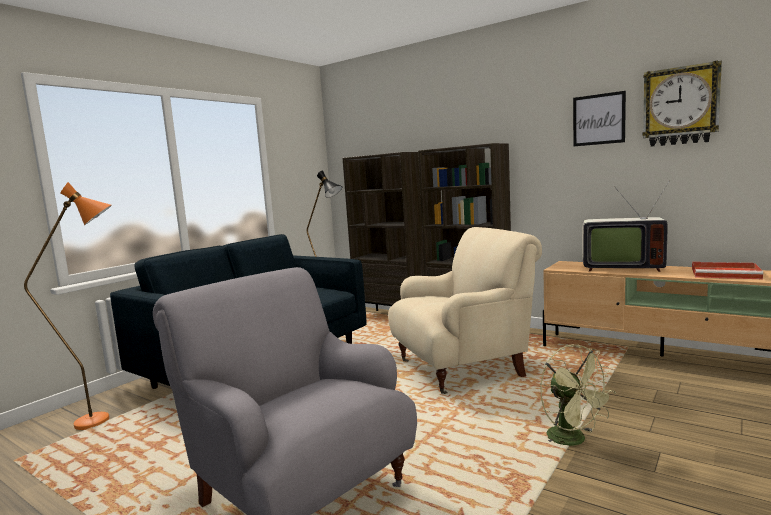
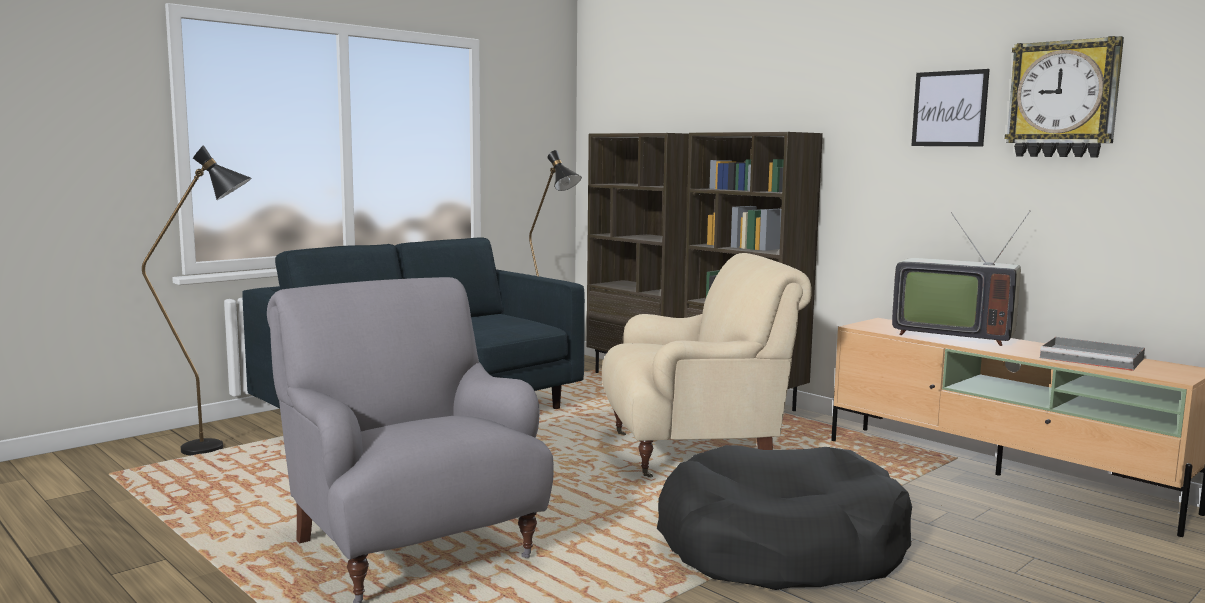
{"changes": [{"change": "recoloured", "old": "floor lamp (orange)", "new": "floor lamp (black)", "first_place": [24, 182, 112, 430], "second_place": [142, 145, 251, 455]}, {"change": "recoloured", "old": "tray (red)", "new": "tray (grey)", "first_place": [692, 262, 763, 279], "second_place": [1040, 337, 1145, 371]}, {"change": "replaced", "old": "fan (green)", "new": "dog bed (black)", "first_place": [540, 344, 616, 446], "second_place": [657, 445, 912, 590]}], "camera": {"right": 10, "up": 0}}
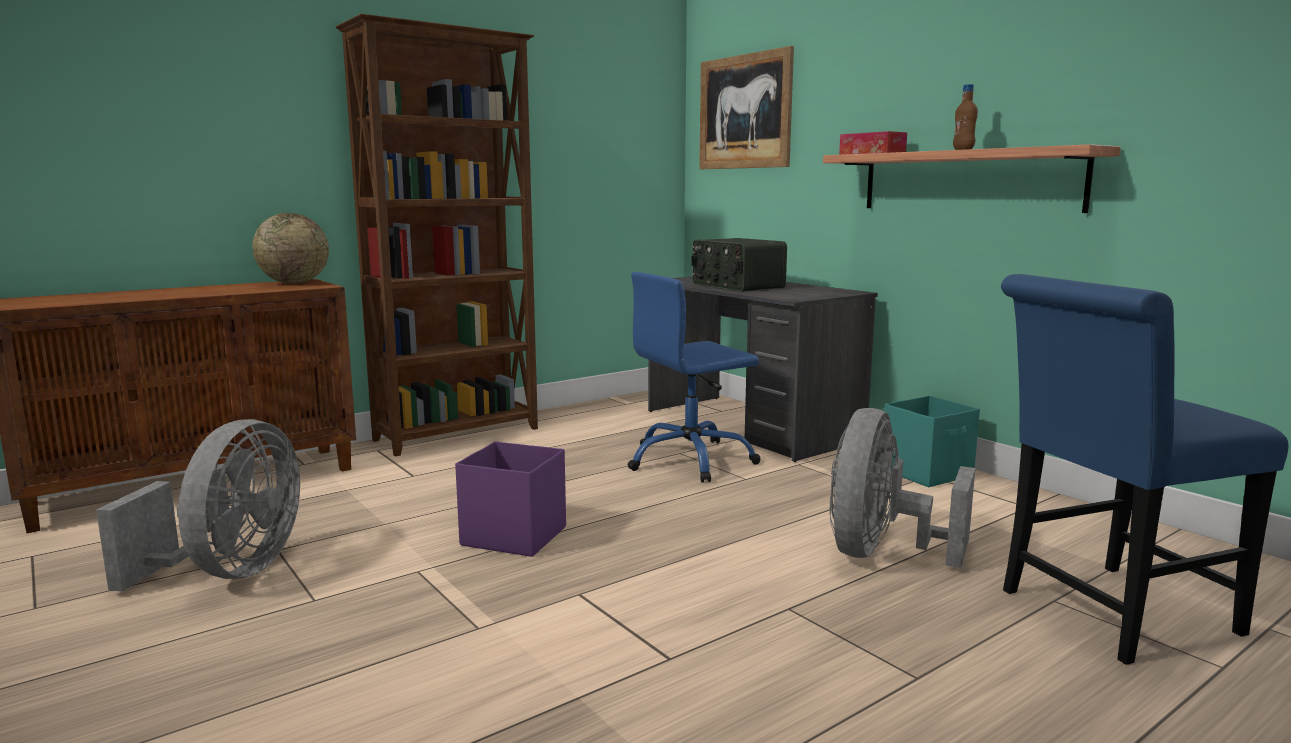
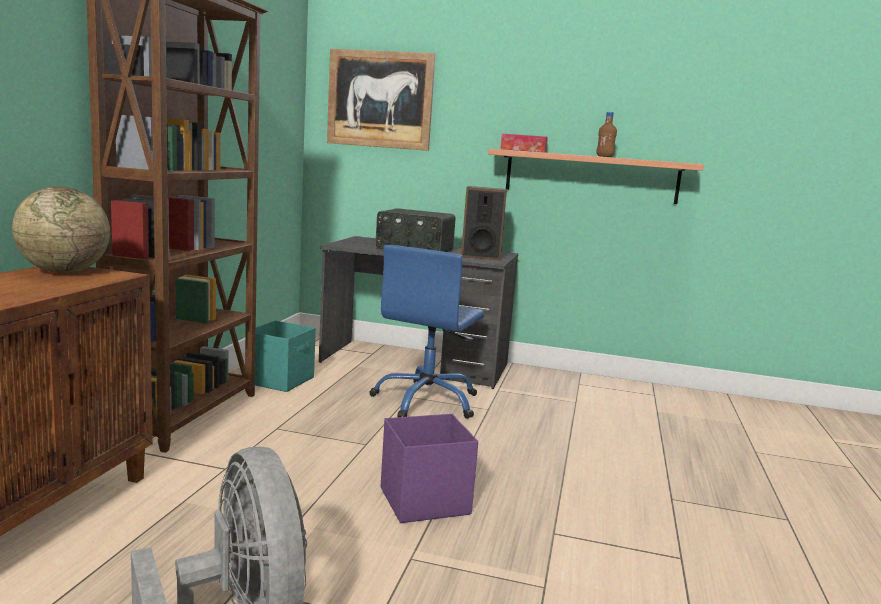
{"changes": [{"change": "removed", "old": "chair (blue)", "first_place": [1001, 274, 1288, 665]}, {"change": "moved", "old": "storage box (turquoise)", "first_place": [884, 396, 980, 487], "second_place": [245, 321, 316, 392]}, {"change": "removed", "old": "fan (grey)", "first_place": [830, 408, 975, 568]}, {"change": "added", "new": "speaker", "second_place": [461, 186, 507, 260]}], "camera": {"right": -40, "up": 0}}
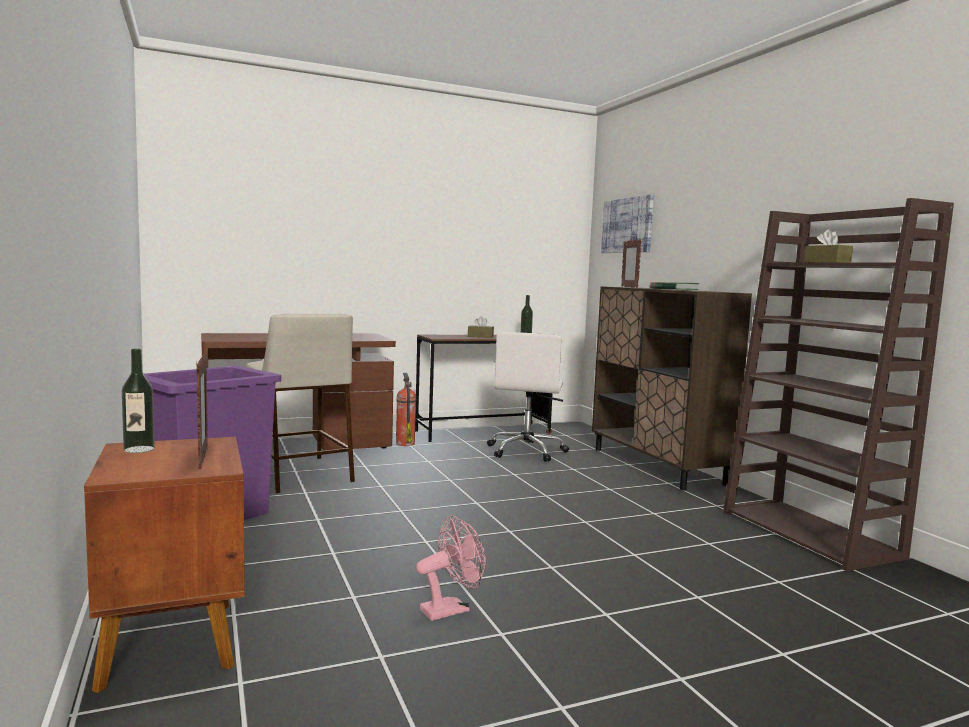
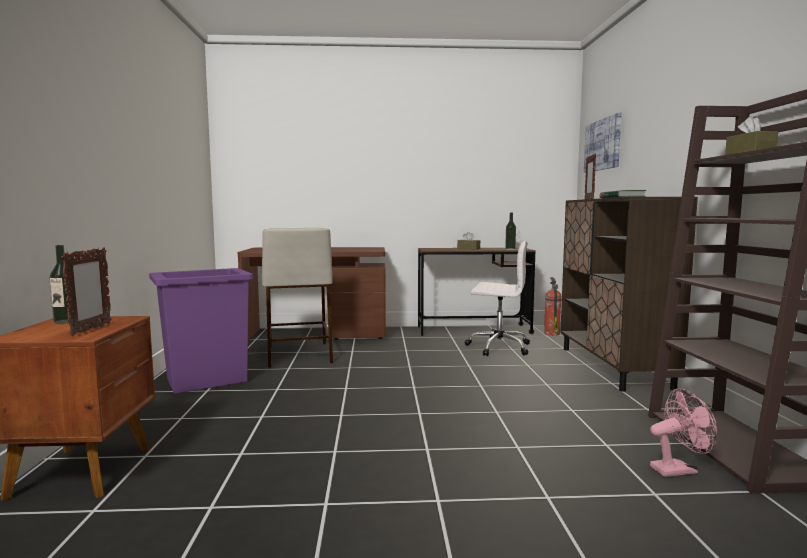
{"changes": [{"change": "turned", "old": "office chair (white)", "first_place": [487, 332, 569, 462], "second_place": [465, 241, 530, 356], "degrees": -105}, {"change": "moved", "old": "fire extinguisher", "first_place": [396, 373, 416, 446], "second_place": [544, 277, 561, 336]}, {"change": "moved", "old": "fan (pink)", "first_place": [416, 515, 486, 621], "second_place": [650, 388, 717, 477]}], "camera": {"right": 20, "up": 0}}
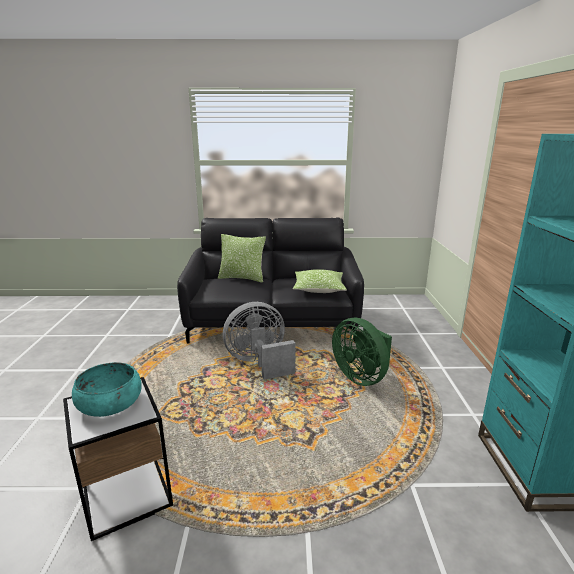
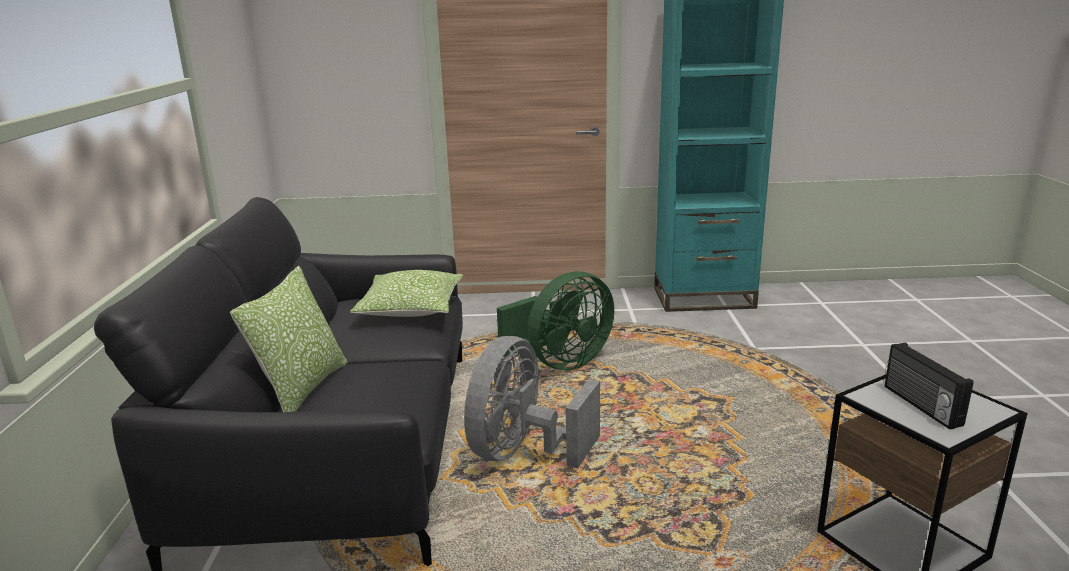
{"changes": [{"change": "turned", "old": "fan (grey)", "first_place": [223, 302, 296, 380], "second_place": [464, 336, 600, 468], "degrees": 45}, {"change": "replaced", "old": "bowl (turquoise)", "new": "radio", "first_place": [72, 362, 142, 417], "second_place": [885, 342, 973, 429]}], "camera": {"right": -90, "up": 0}}
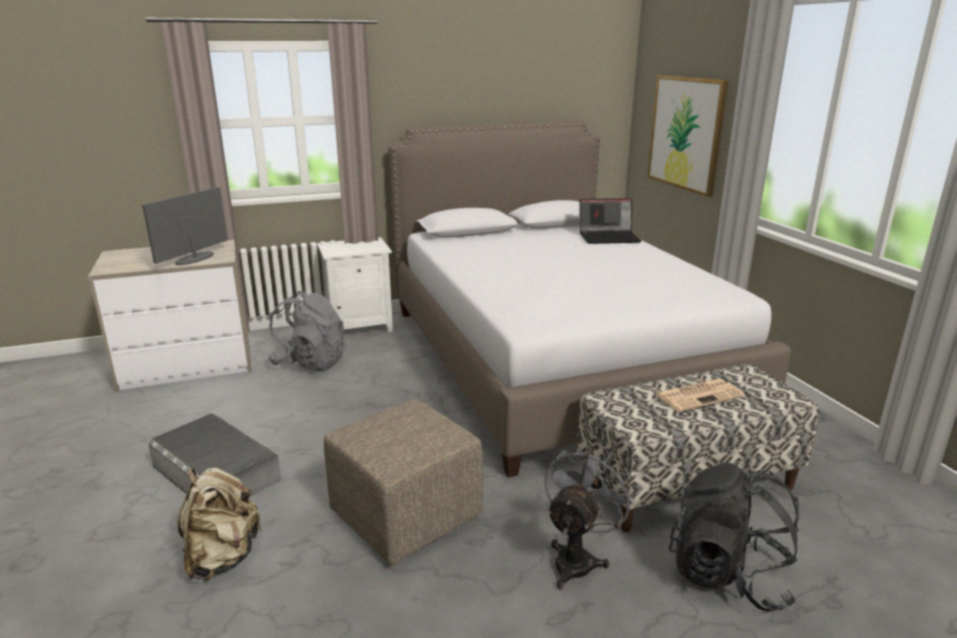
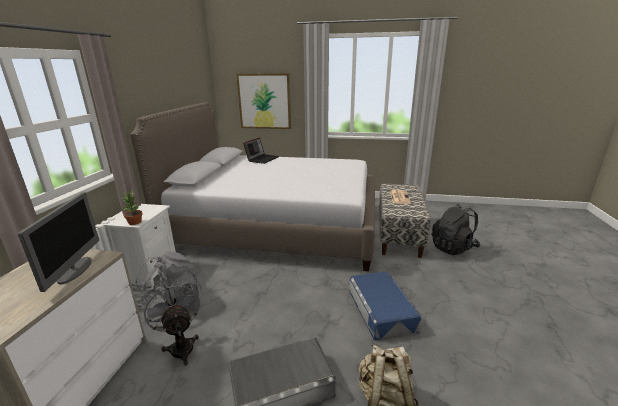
{"changes": [{"change": "turned", "old": "monitor", "first_place": [142, 187, 228, 265], "second_place": [18, 193, 99, 292], "degrees": -150}, {"change": "replaced", "old": "ottoman (beige)", "new": "storage box (blue)", "first_place": [324, 399, 483, 566], "second_place": [349, 271, 421, 341]}, {"change": "moved", "old": "fan (grey)", "first_place": [544, 444, 635, 590], "second_place": [144, 280, 200, 365]}, {"change": "added", "new": "potted plant", "second_place": [122, 190, 142, 225]}], "camera": {"right": -60, "up": 0}}
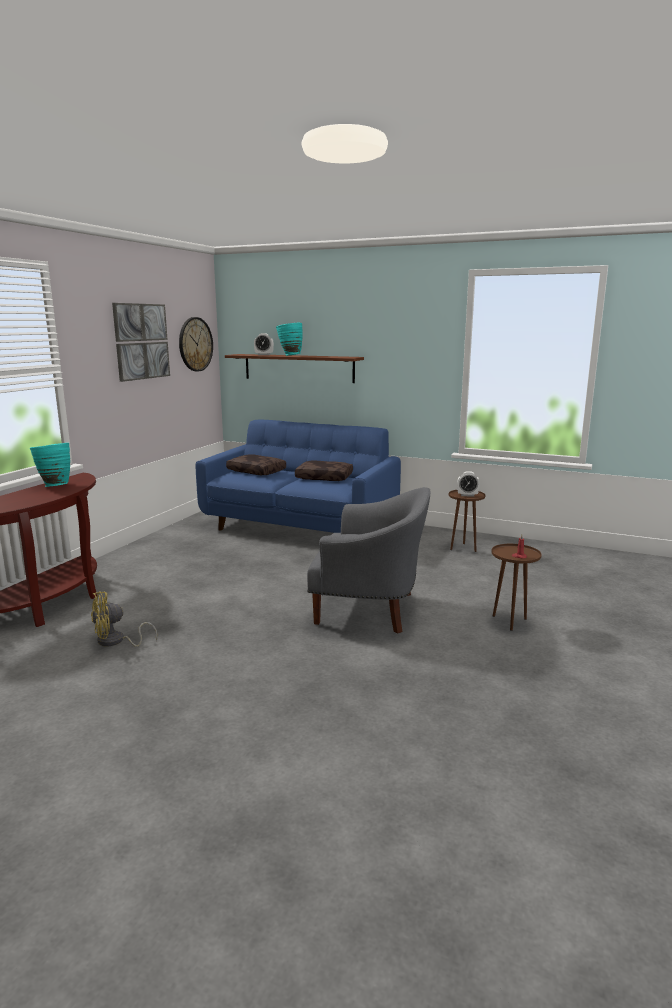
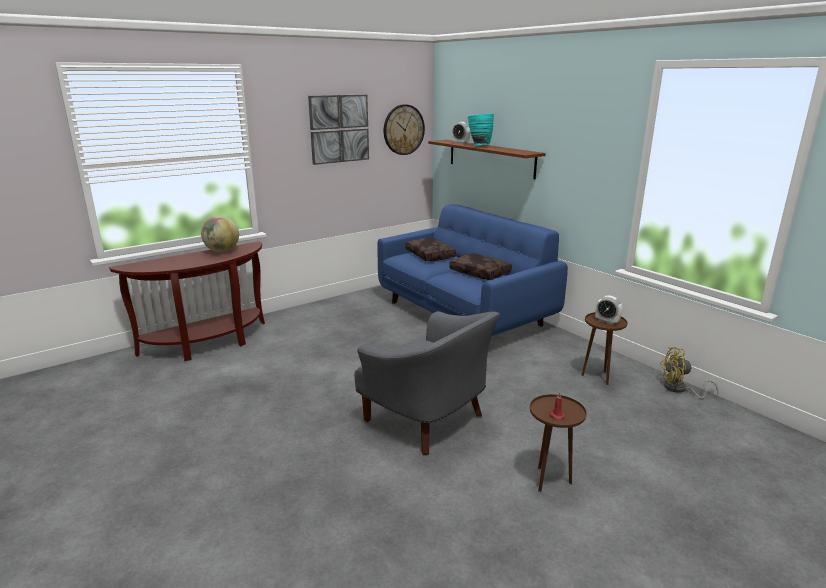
{"changes": [{"change": "replaced", "old": "vase (turquoise)", "new": "globe", "first_place": [30, 443, 70, 487], "second_place": [201, 216, 239, 252]}, {"change": "moved", "old": "fan (yellow)", "first_place": [91, 591, 157, 647], "second_place": [660, 347, 719, 399]}], "camera": {"right": 30, "up": 5}}
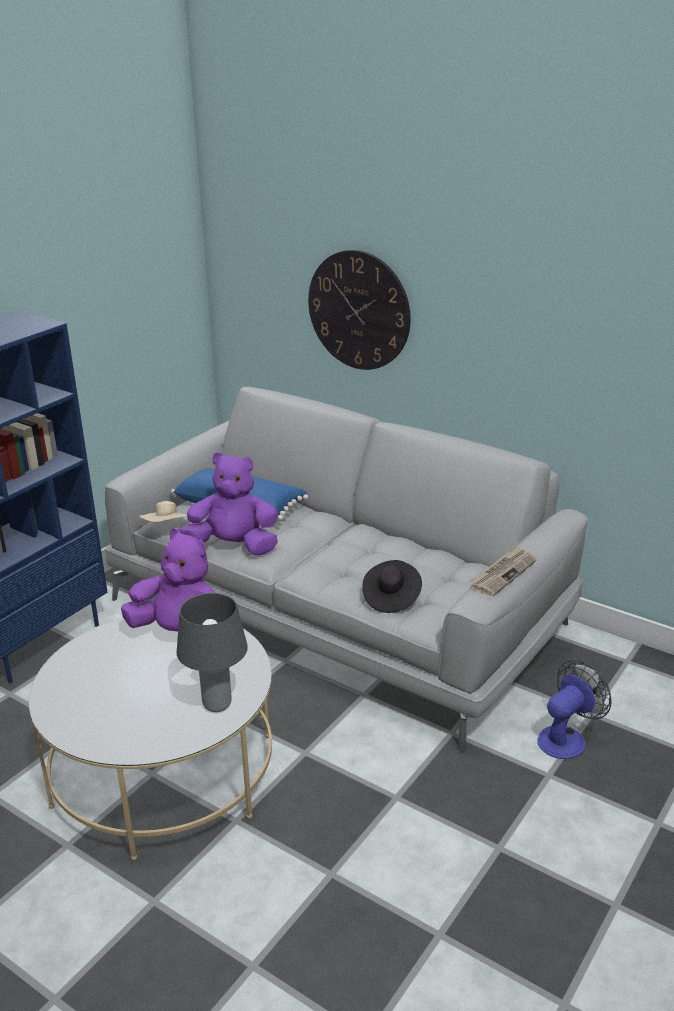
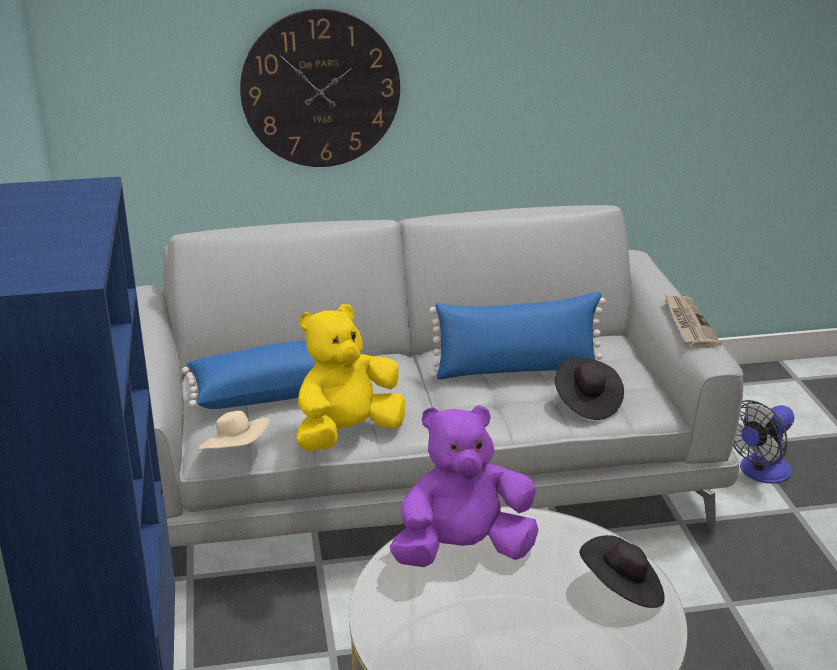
{"changes": [{"change": "recoloured", "old": "plush toy (purple)", "new": "plush toy (yellow)", "first_place": [179, 452, 278, 556], "second_place": [296, 304, 405, 451]}, {"change": "replaced", "old": "table lamp (grey)", "new": "hat (black)", "first_place": [177, 593, 248, 712], "second_place": [579, 535, 665, 608]}, {"change": "turned", "old": "fan", "first_place": [537, 660, 612, 759], "second_place": [733, 400, 794, 483], "degrees": -135}, {"change": "added", "new": "pillow (blue)", "second_place": [429, 292, 606, 379]}], "camera": {"right": -45, "up": 0}}
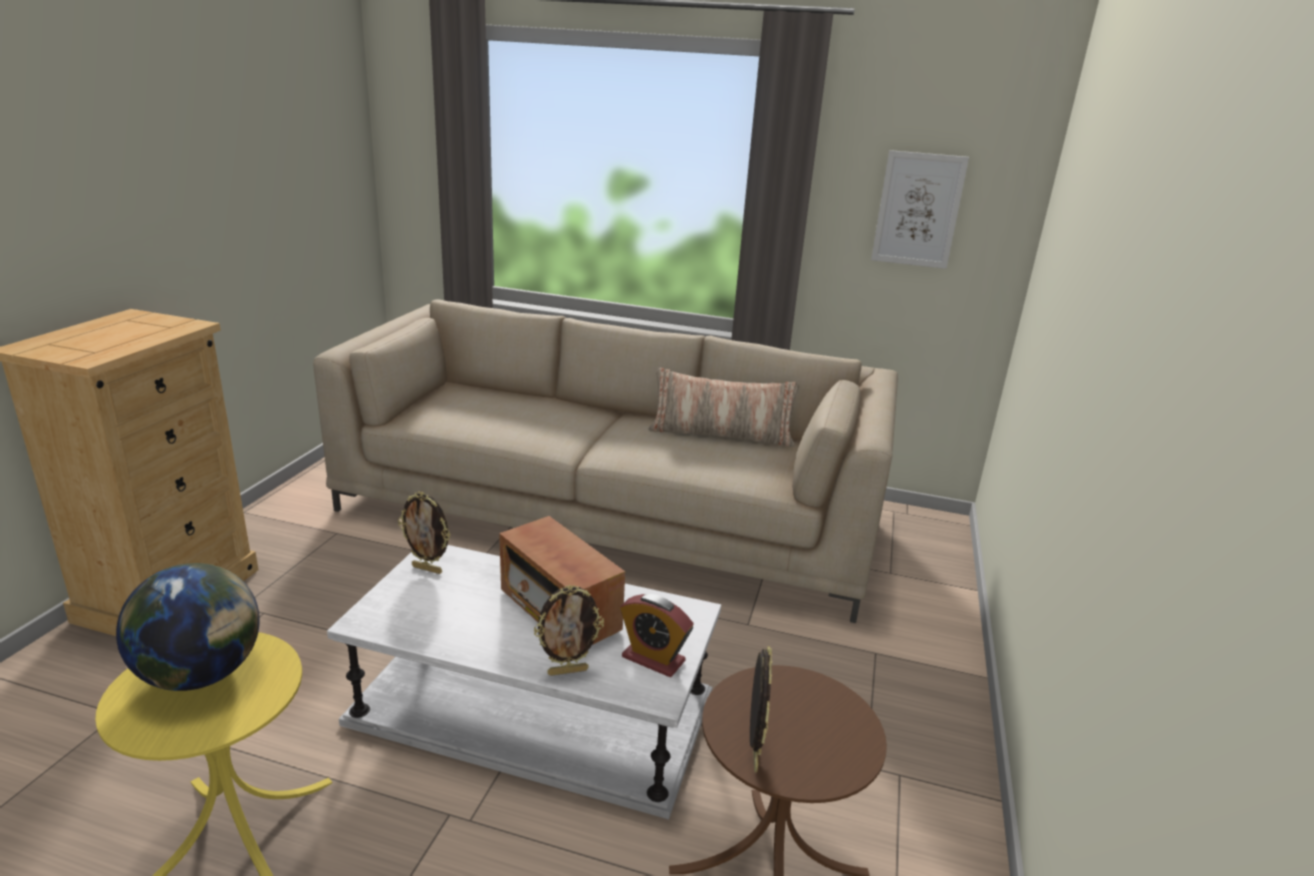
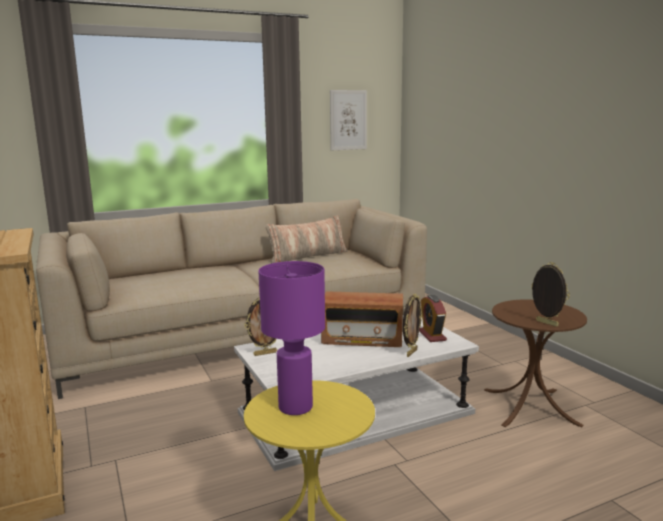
{"changes": [{"change": "replaced", "old": "globe", "new": "table lamp (purple)", "first_place": [116, 563, 260, 691], "second_place": [258, 261, 325, 415]}, {"change": "turned", "old": "alarm clock", "first_place": [620, 594, 694, 677], "second_place": [419, 295, 447, 342], "degrees": 90}], "camera": {"right": -40, "up": -10}}
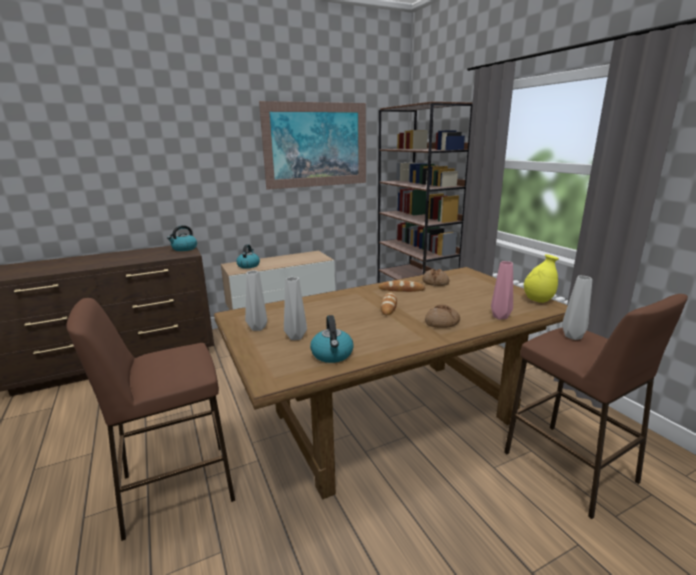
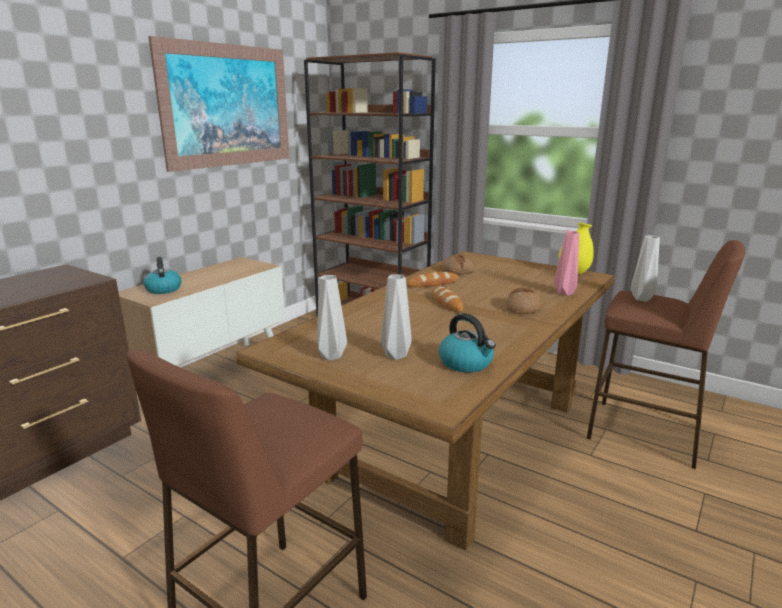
{"changes": [{"change": "removed", "old": "kettle", "first_place": [167, 225, 197, 251]}], "camera": {"right": -30, "up": 0}}
